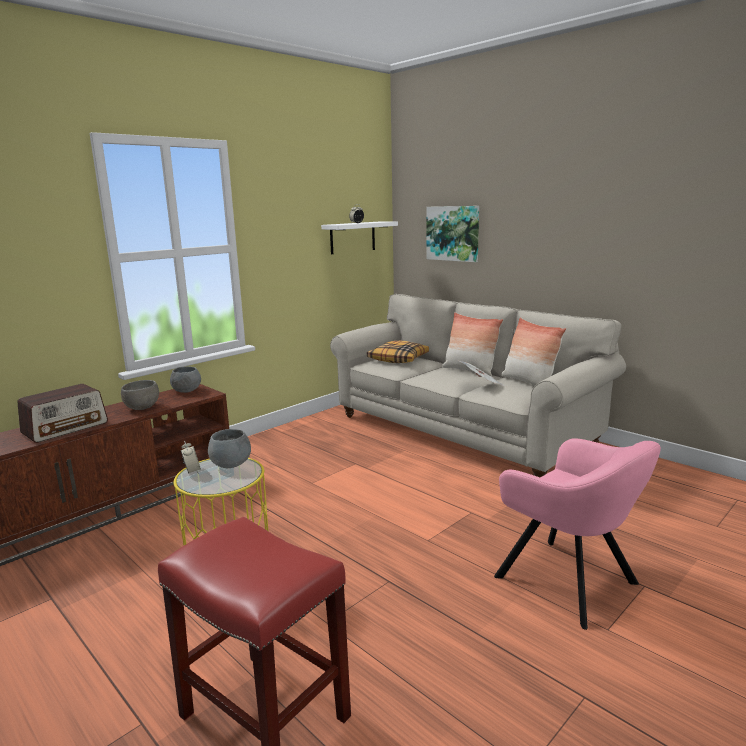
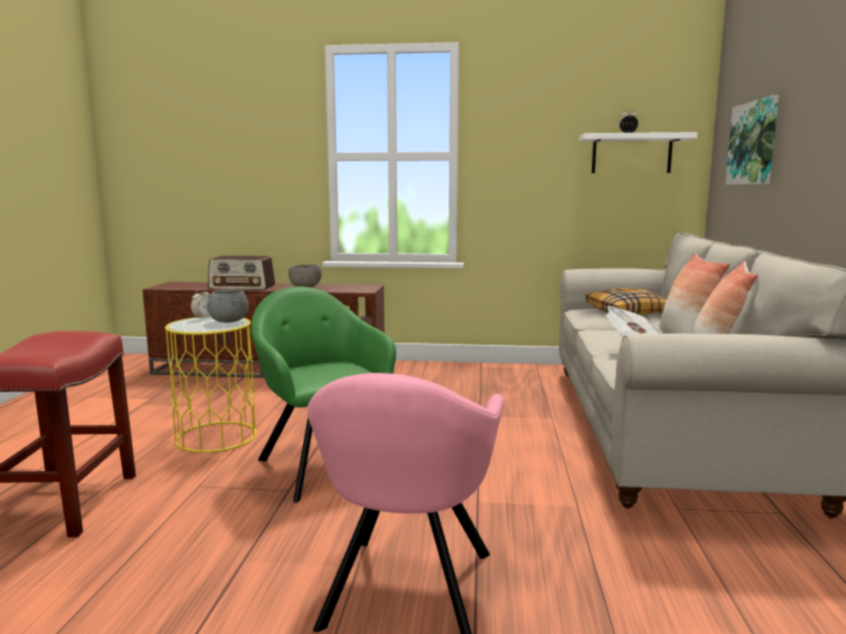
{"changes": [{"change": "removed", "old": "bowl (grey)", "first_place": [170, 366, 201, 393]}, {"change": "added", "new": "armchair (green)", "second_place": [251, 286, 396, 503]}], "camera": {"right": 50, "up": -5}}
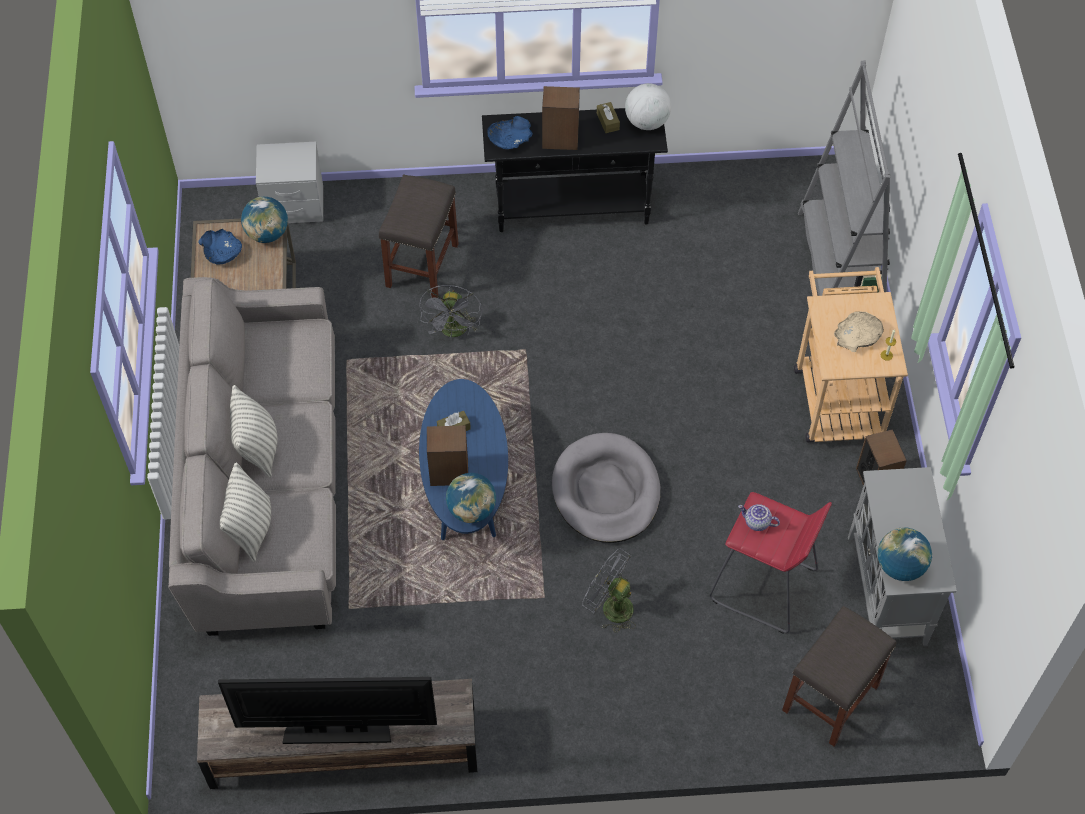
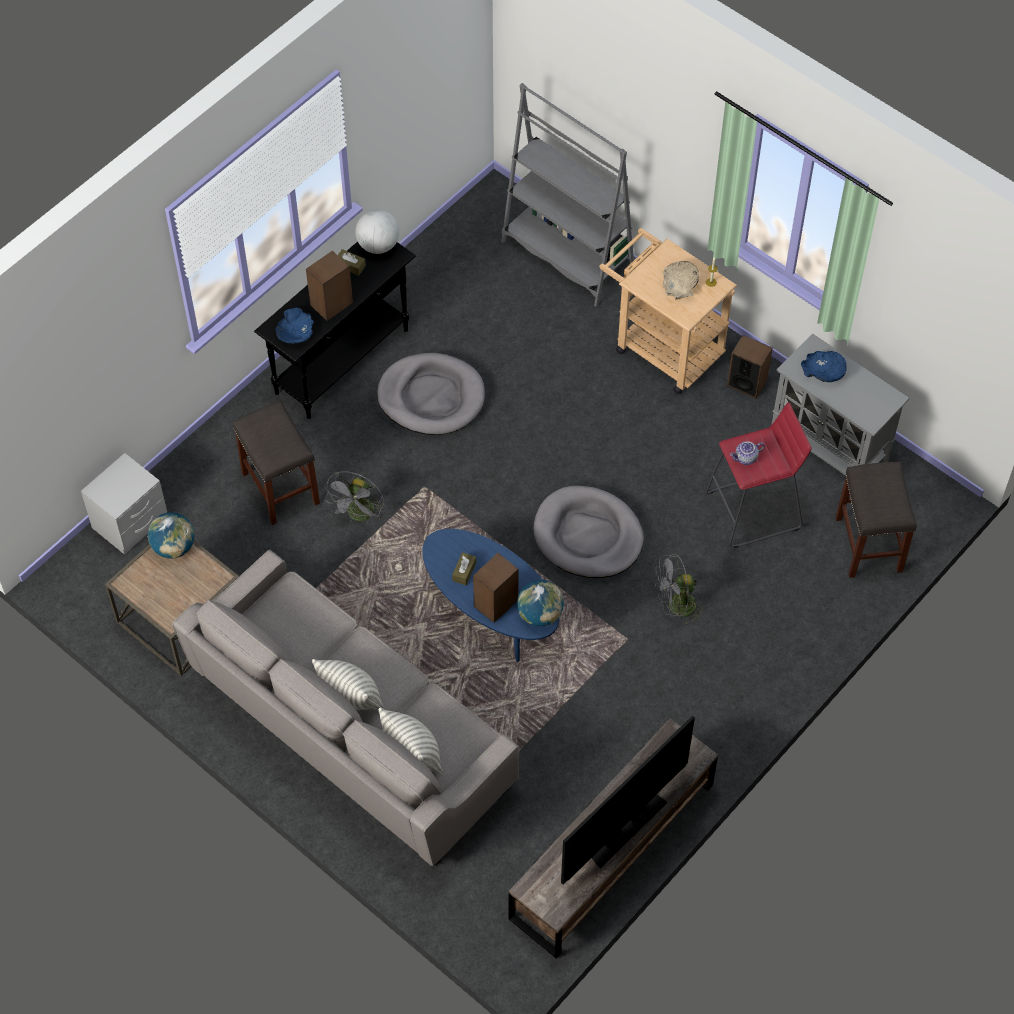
{"changes": [{"change": "moved", "old": "bowl (blue)", "first_place": [198, 229, 242, 265], "second_place": [801, 351, 847, 382]}, {"change": "turned", "old": "fan (grey)", "first_place": [419, 285, 483, 338], "second_place": [325, 471, 384, 523], "degrees": 60}, {"change": "removed", "old": "globe", "first_place": [877, 527, 932, 581]}, {"change": "added", "new": "dog bed (grey)", "second_place": [377, 353, 485, 435]}], "camera": {"right": -45, "up": 0}}
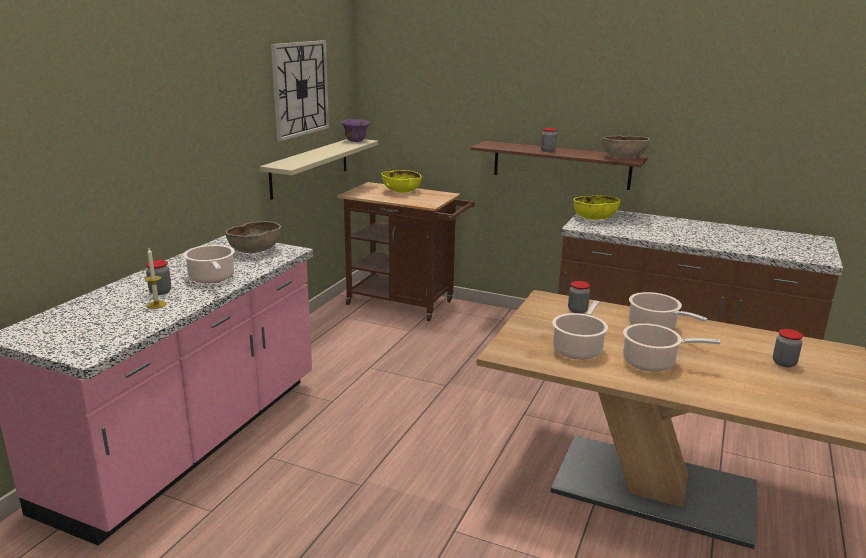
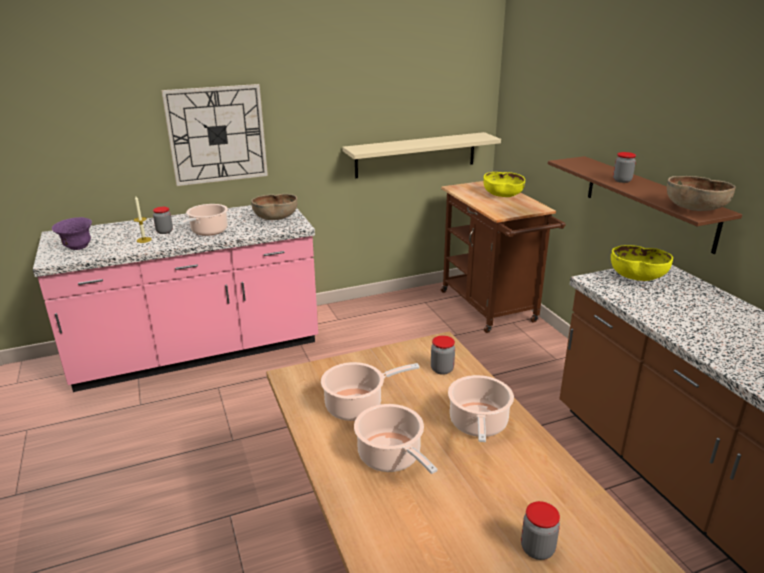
{"changes": [{"change": "moved", "old": "wall clock", "first_place": [271, 40, 329, 141], "second_place": [161, 84, 268, 186]}, {"change": "moved", "old": "bowl (purple)", "first_place": [341, 119, 370, 142], "second_place": [52, 217, 92, 250]}], "camera": {"right": 45, "up": 5}}
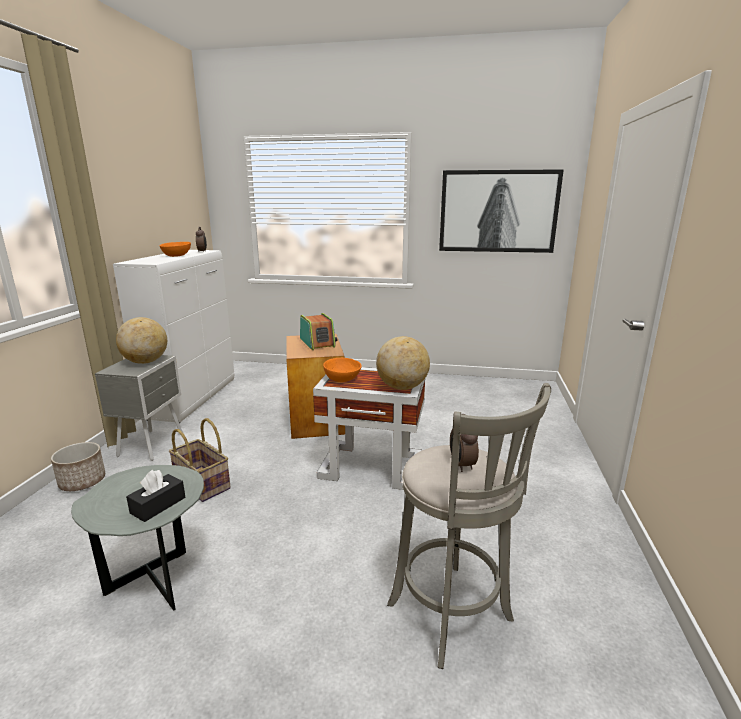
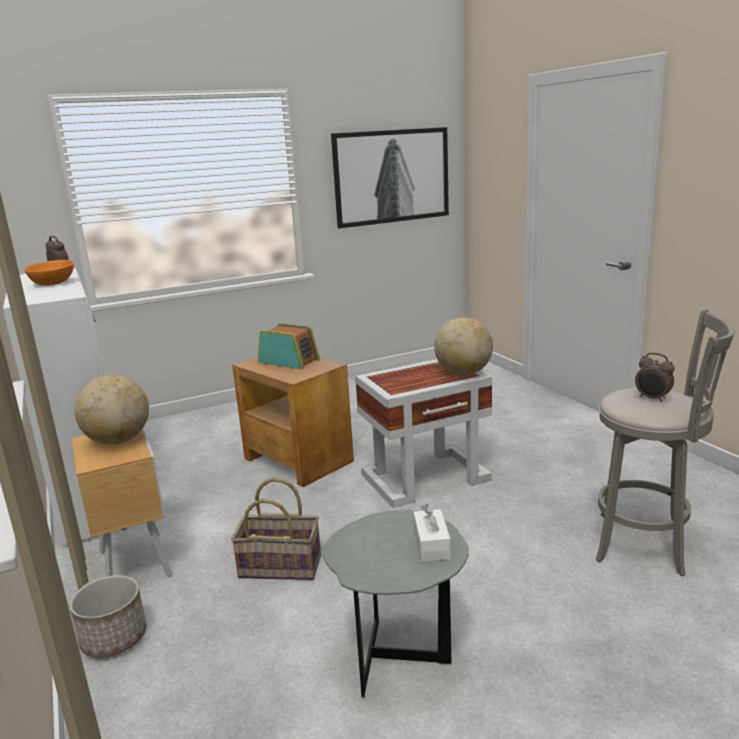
{"changes": [{"change": "recoloured", "old": "nightstand (grey)", "new": "nightstand (brown)", "first_place": [95, 355, 183, 461], "second_place": [72, 429, 172, 577]}, {"change": "removed", "old": "bowl (orange)", "first_place": [323, 358, 362, 382]}, {"change": "recoloured", "old": "tissue box (black)", "new": "tissue box (white)", "first_place": [126, 470, 185, 522], "second_place": [413, 504, 451, 562]}], "camera": {"right": -35, "up": 0}}
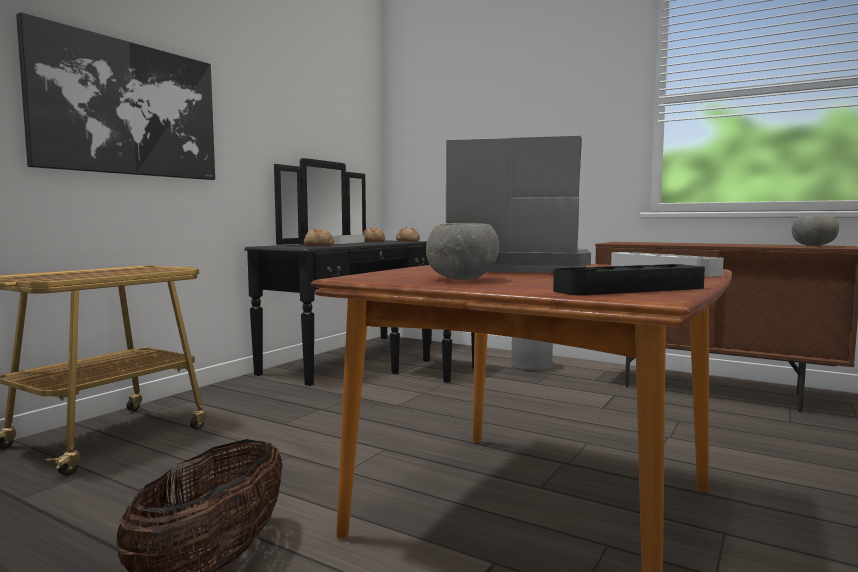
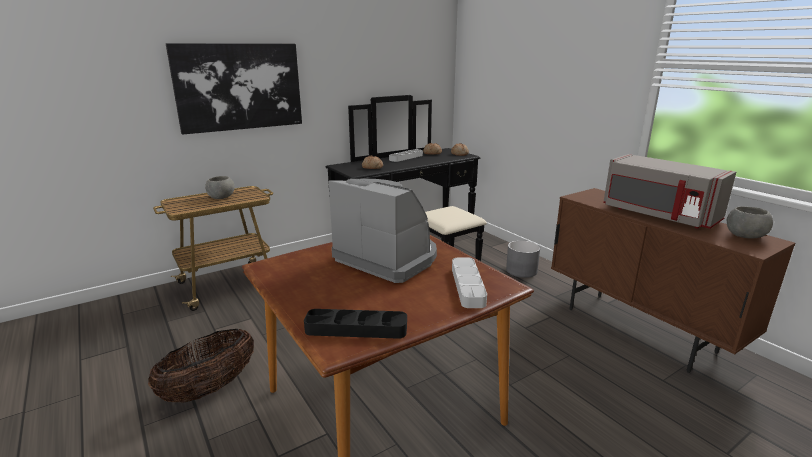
{"changes": [{"change": "moved", "old": "bowl (grey)", "first_place": [426, 223, 499, 280], "second_place": [205, 176, 235, 199]}, {"change": "added", "new": "microwave (grey)", "second_place": [603, 154, 736, 229]}], "camera": {"right": 25, "up": 15}}
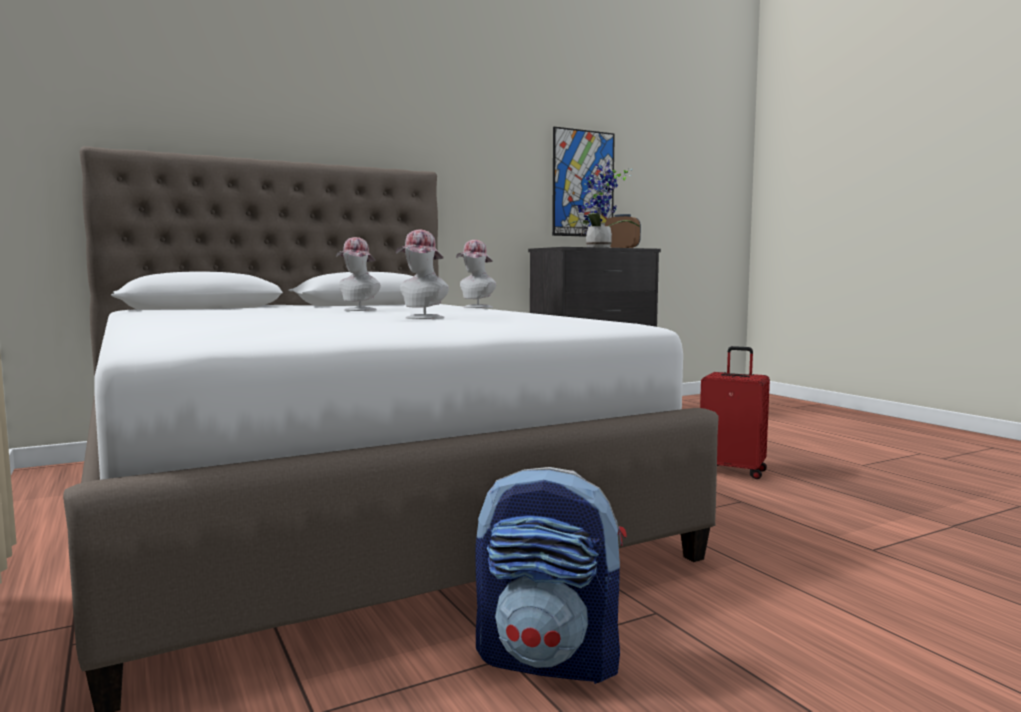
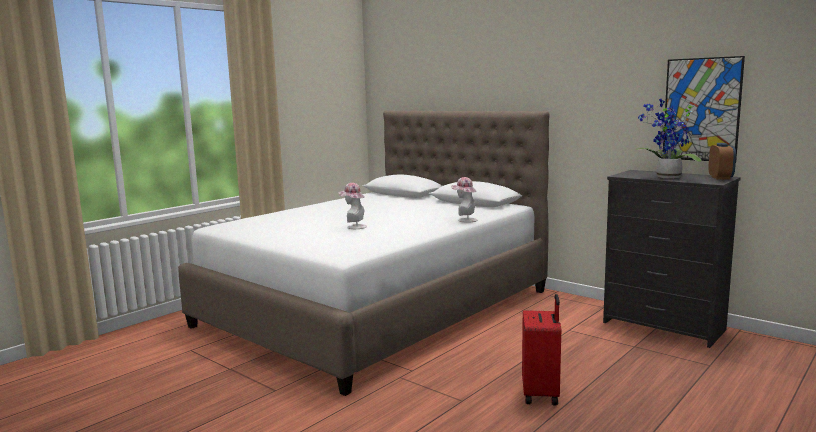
{"changes": [{"change": "removed", "old": "hat", "first_place": [336, 237, 381, 311]}, {"change": "removed", "old": "backpack", "first_place": [476, 467, 627, 684]}], "camera": {"right": 70, "up": 5}}
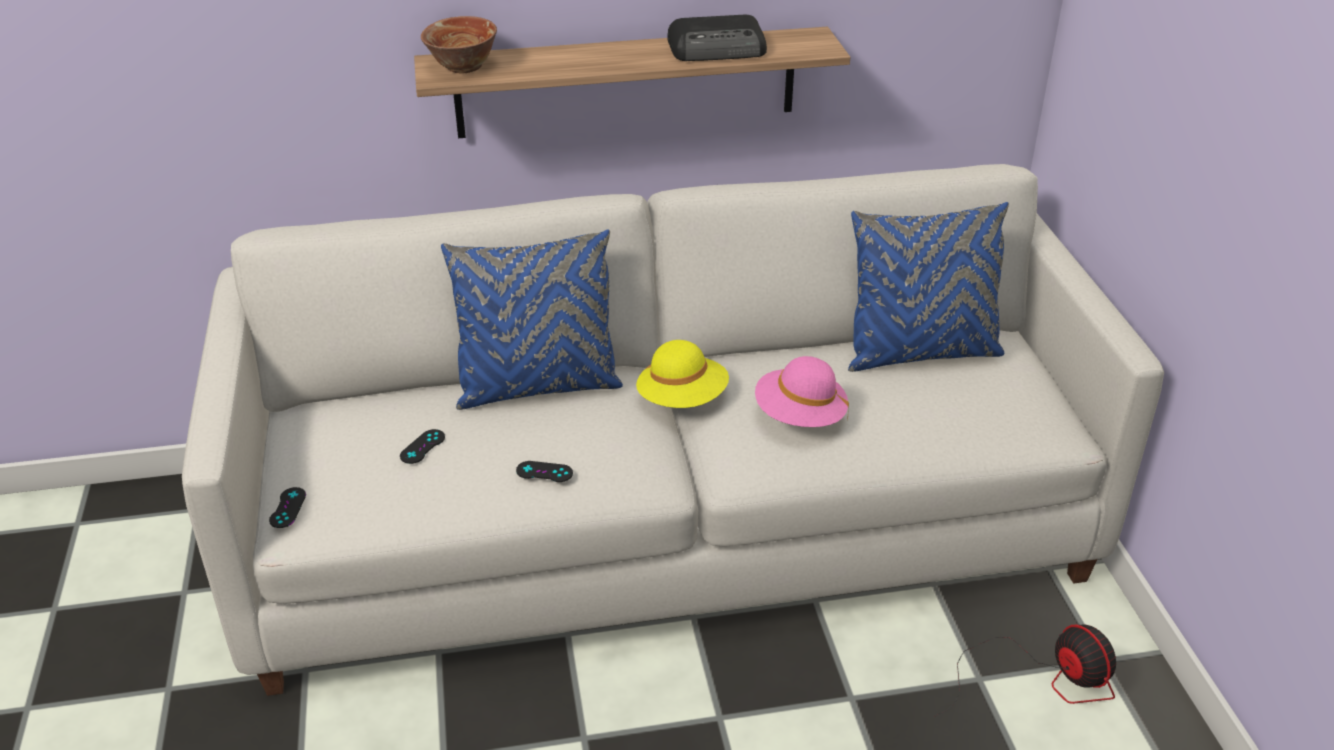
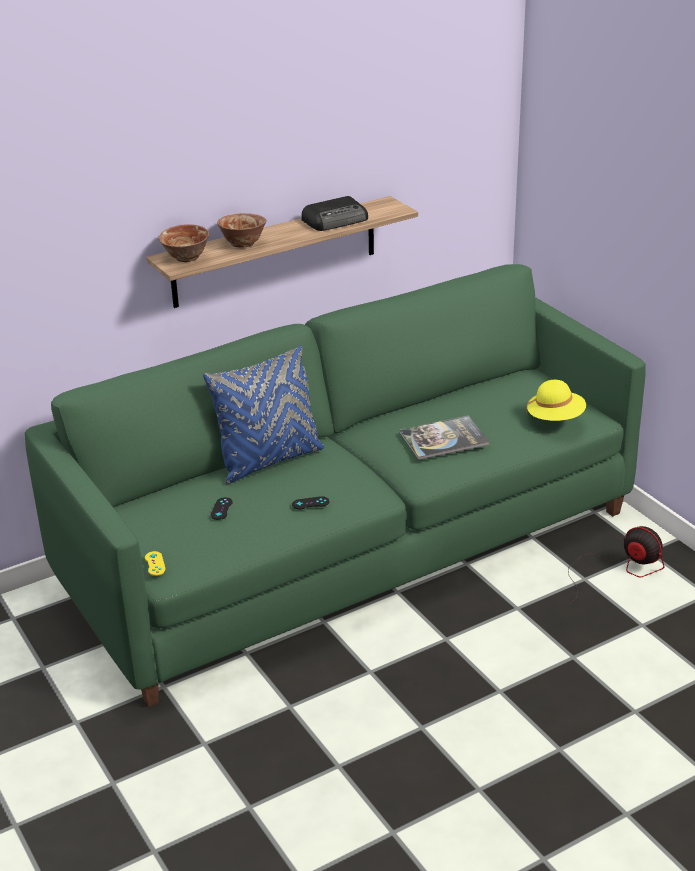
{"changes": [{"change": "recoloured", "old": "sofa (white)", "new": "sofa (green)", "first_place": [182, 164, 1164, 696], "second_place": [25, 264, 646, 707]}, {"change": "removed", "old": "pillow (blue)", "first_place": [848, 202, 1009, 372]}, {"change": "moved", "old": "hat (yellow)", "first_place": [636, 340, 729, 408], "second_place": [526, 380, 586, 421]}, {"change": "replaced", "old": "hat (pink)", "new": "book", "first_place": [755, 356, 849, 427], "second_place": [399, 415, 490, 460]}, {"change": "recoloured", "old": "game controller (black)", "new": "game controller (yellow)", "first_place": [269, 487, 306, 528], "second_place": [145, 551, 166, 576]}, {"change": "added", "new": "bowl", "second_place": [217, 213, 266, 248]}], "camera": {"right": -20, "up": -5}}
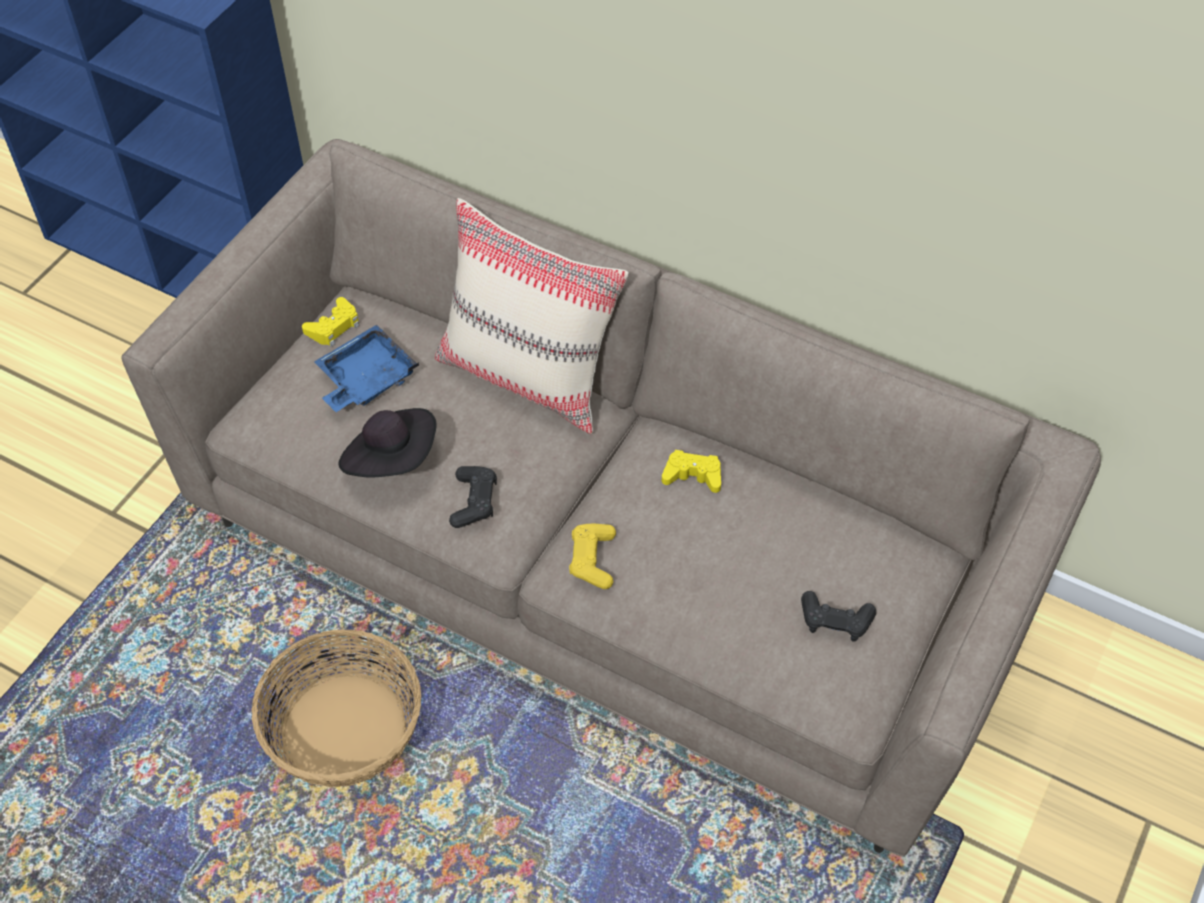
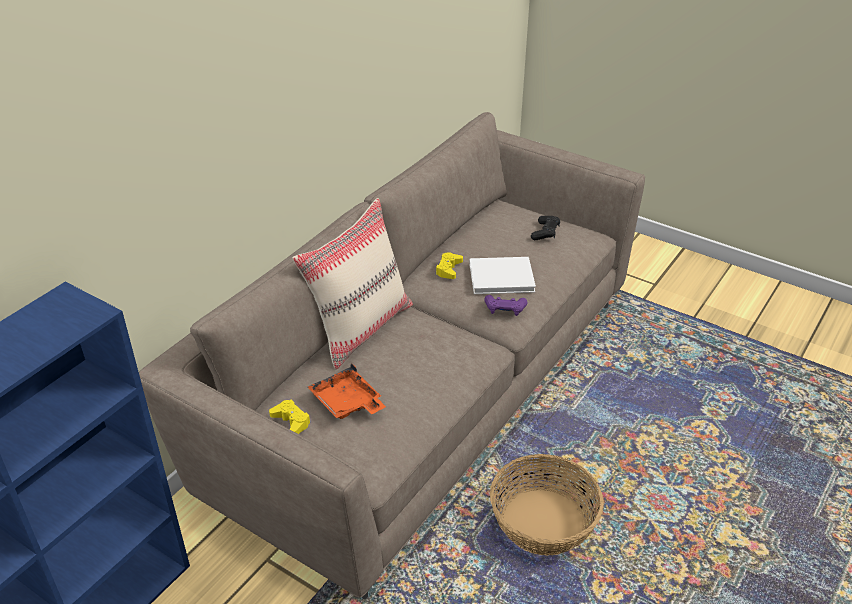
{"changes": [{"change": "recoloured", "old": "tray (blue)", "new": "tray (orange)", "first_place": [314, 325, 419, 412], "second_place": [308, 363, 386, 419]}, {"change": "removed", "old": "hat (black)", "first_place": [338, 408, 437, 478]}, {"change": "removed", "old": "game controller (black)", "first_place": [449, 466, 497, 528]}, {"change": "recoloured", "old": "game controller (yellow)", "new": "game controller (purple)", "first_place": [569, 524, 616, 589], "second_place": [484, 295, 528, 316]}, {"change": "added", "new": "book (white)", "second_place": [469, 257, 536, 294]}], "camera": {"right": -85, "up": -15}}
